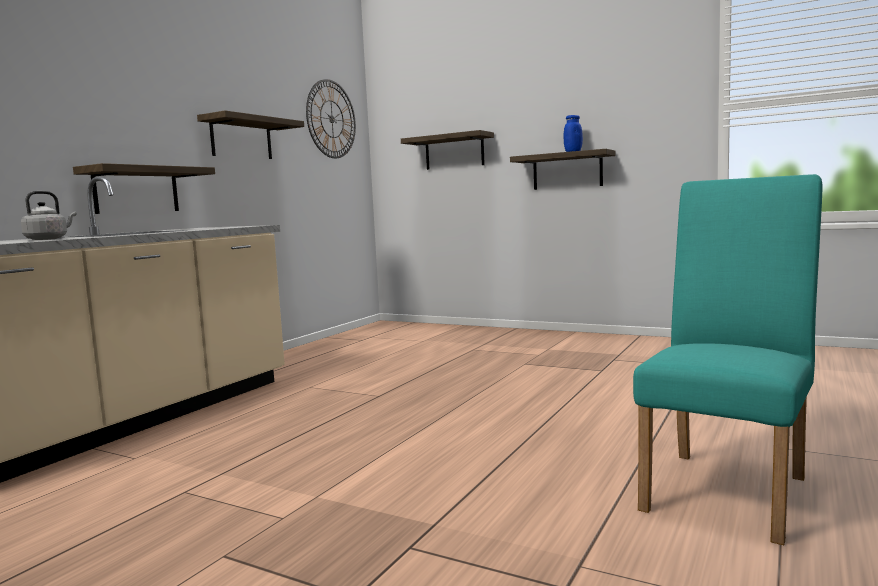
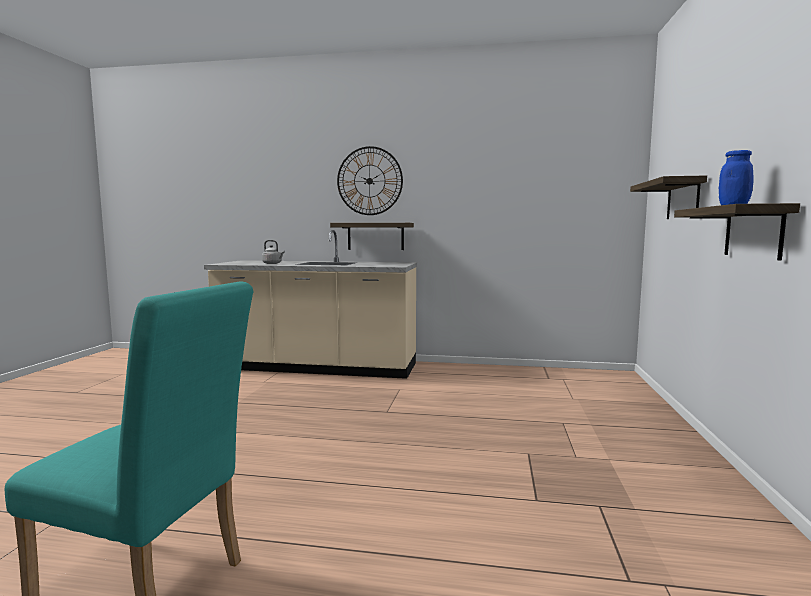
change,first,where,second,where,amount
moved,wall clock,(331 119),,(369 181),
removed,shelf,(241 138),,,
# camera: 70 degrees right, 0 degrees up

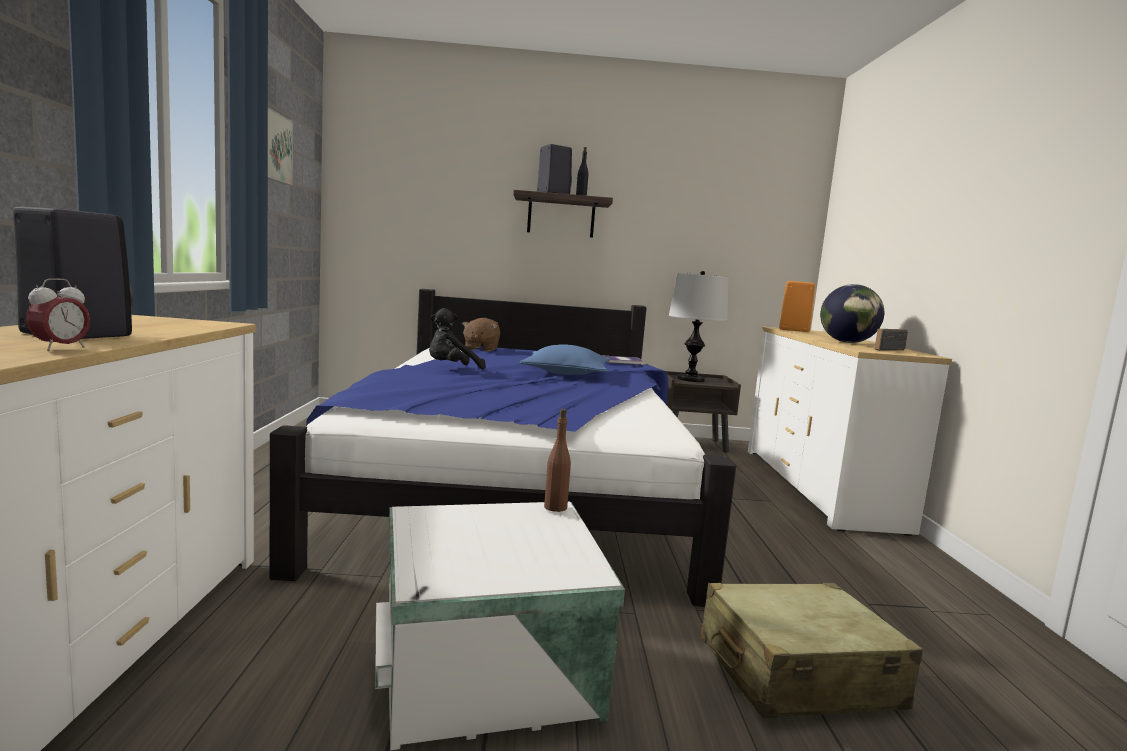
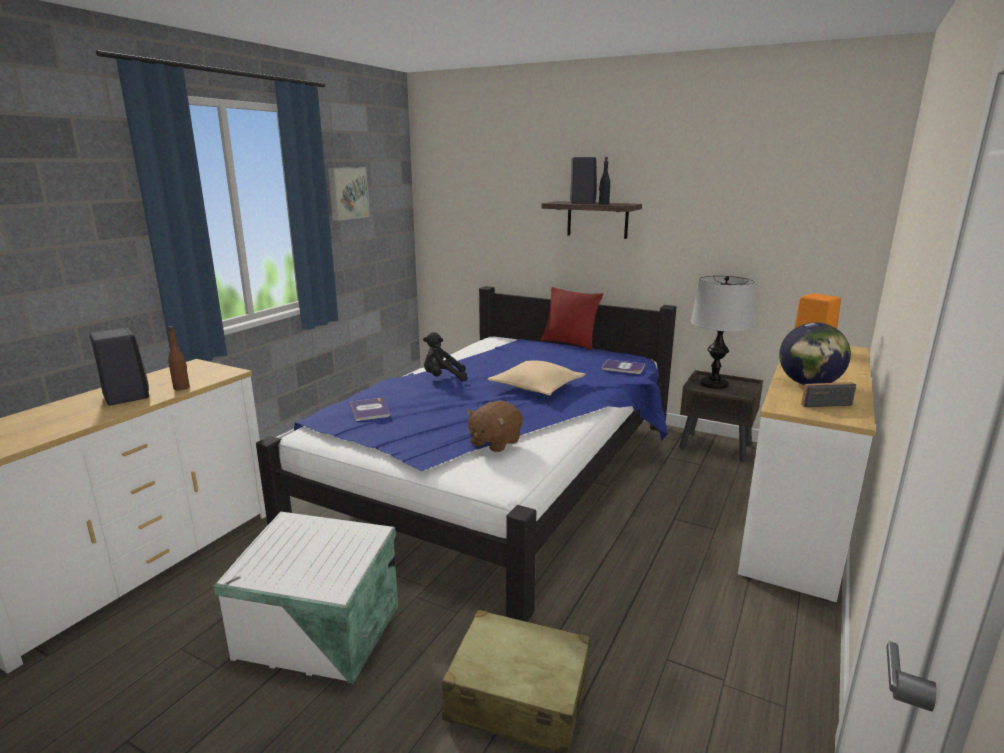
change,first,where,second,where,amount
removed,alarm clock,(60 348),,,
moved,brown plush toy,(480 349),,(494 442),
recoloured,blue pillow,(566 373),beige pillow,(536 387),
moved,brown bottle,(555 507),,(182 388),
added,,,red pillow,(569 343),
added,,,book,(369 410),
# camera: 30 degrees right, 10 degrees up

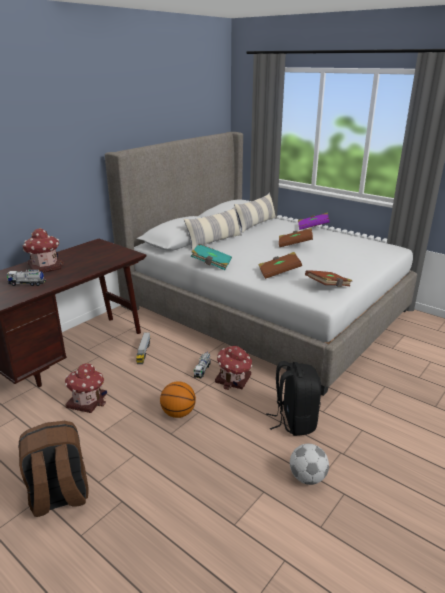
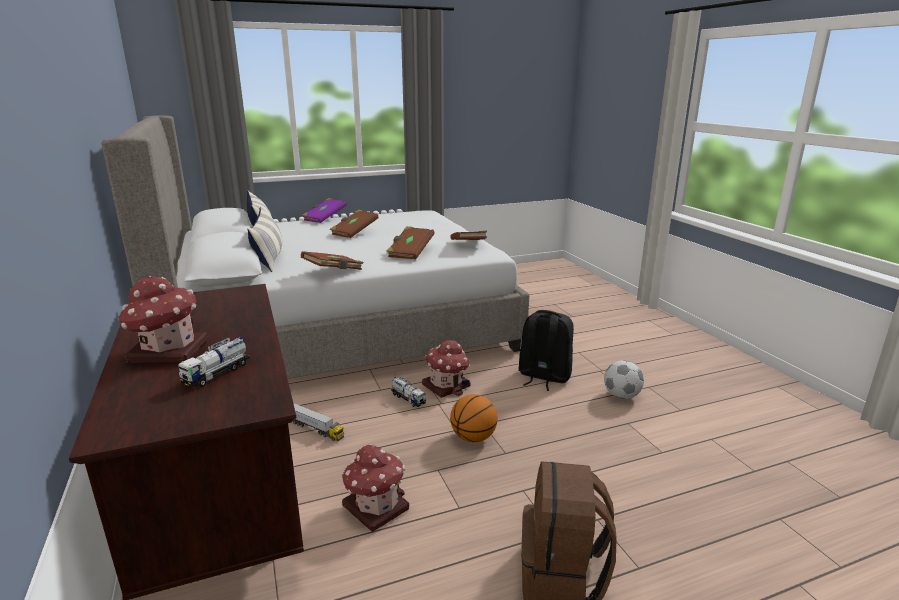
change,first,where,second,where,amount
recoloured,turquoise book,(211 264),brown book,(333 271),
# camera: 60 degrees left, 5 degrees down

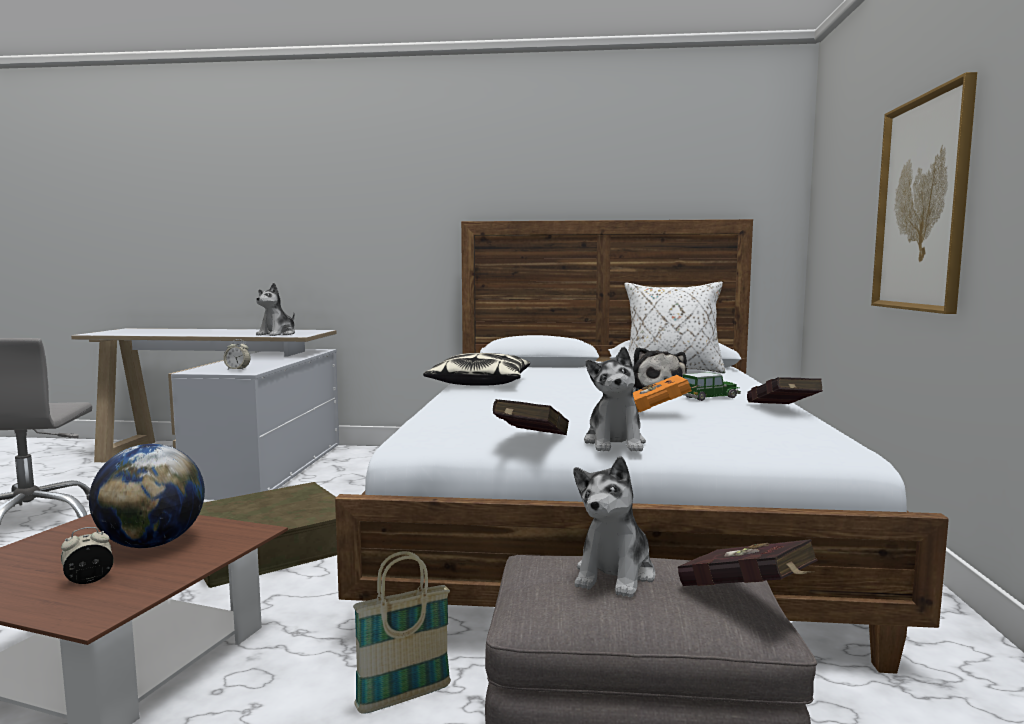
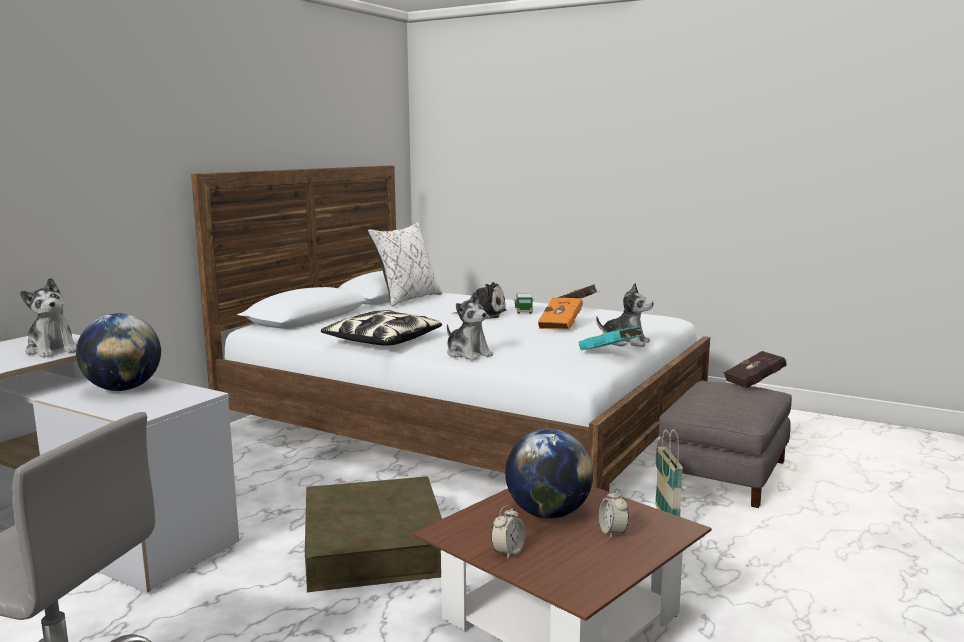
change,first,where,second,where,amount
removed,picture,(922 204),,,
moved,alarm clock,(237 369),,(508 552),
recoloured,red book,(529 441),turquoise book,(611 353),
moved,plush toy,(615 574),,(468 354),
added,,,globe,(123 389),
# camera: 65 degrees left, 5 degrees up

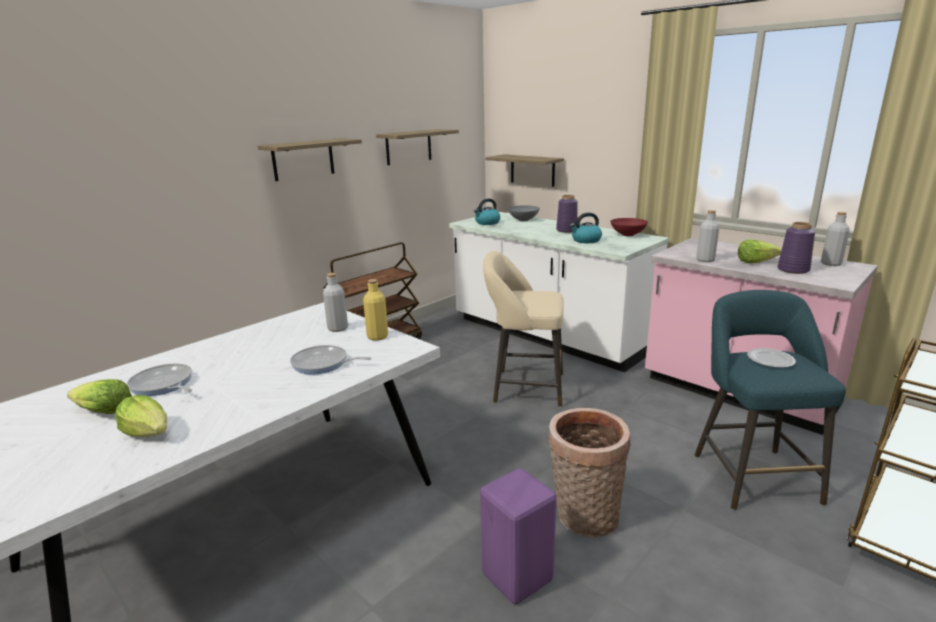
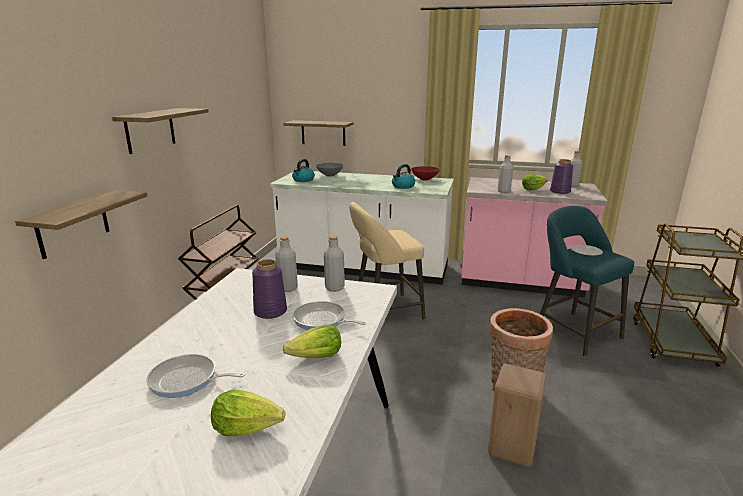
change,first,where,second,where,amount
moved,shelf,(408 147),,(73 224),
moved,purple vase,(567 230),,(270 311),
recoloured,yellow bottle,(377 337),grey bottle,(334 288),
turned,frying pan,(323 364),,(322 320),45 degrees clockwise
moved,lettuce,(103 411),,(316 357),
recoloured,purple stool,(519 577),beige stool,(513 448),
# camera: 30 degrees left, 0 degrees up

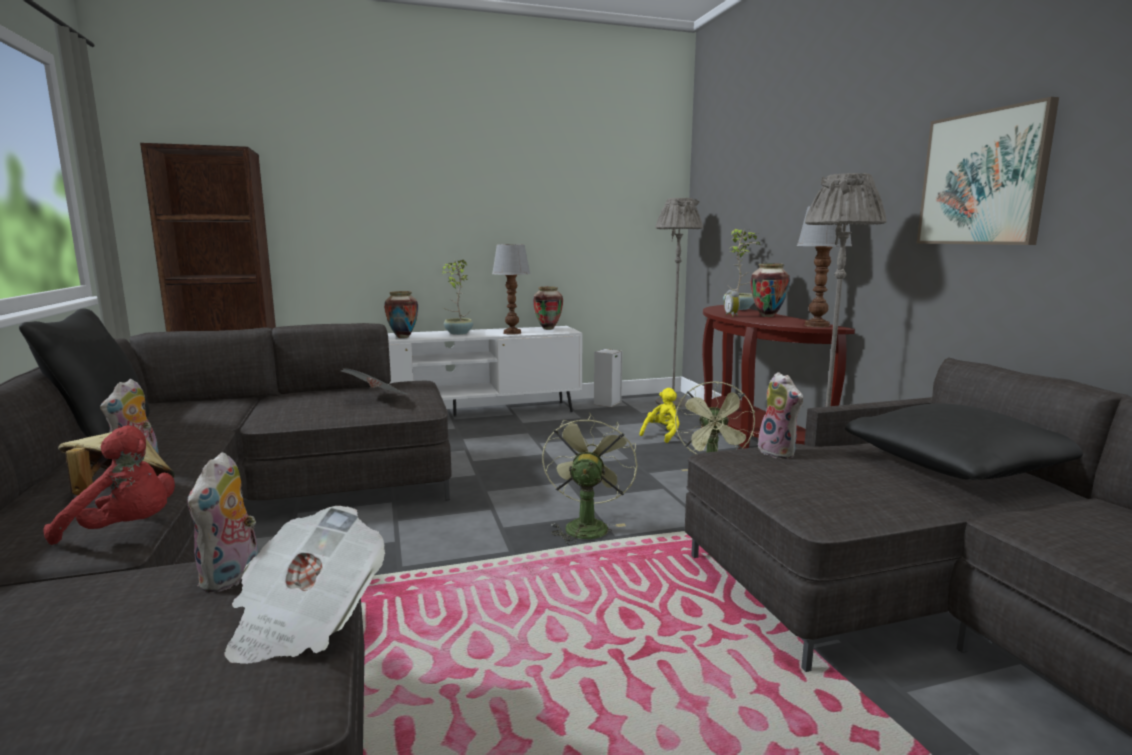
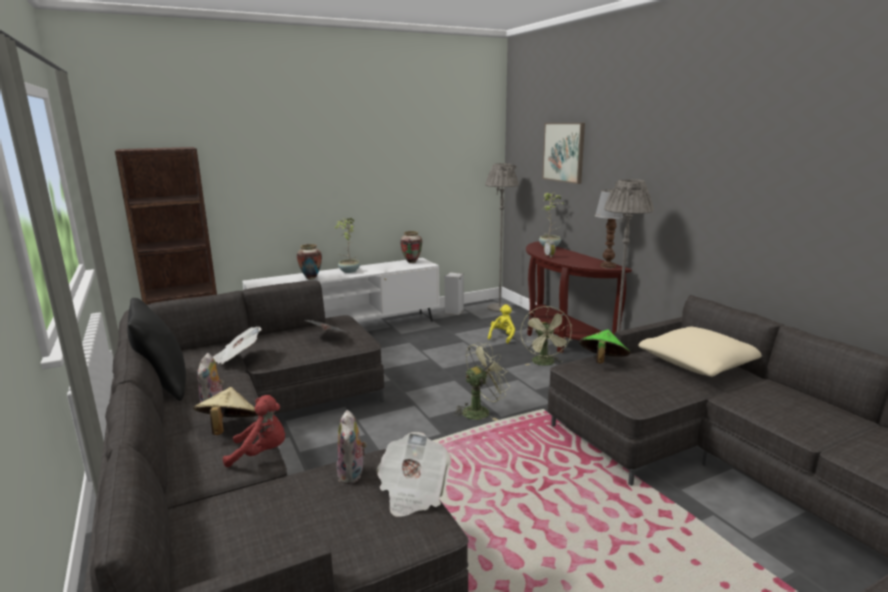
change,first,where,second,where,amount
moved,picture,(983 178),,(564 152),
removed,table lamp,(512 333),,,
removed,vase,(767 316),,,
replaced,plush toy,(779 452),green hat,(602 362),
recoloured,black pillow,(955 467),beige pillow,(698 364),
turned,green fan,(586 525),,(480 411),60 degrees clockwise
added,,,newspaper,(237 357),
# camera: 10 degrees left, 5 degrees up

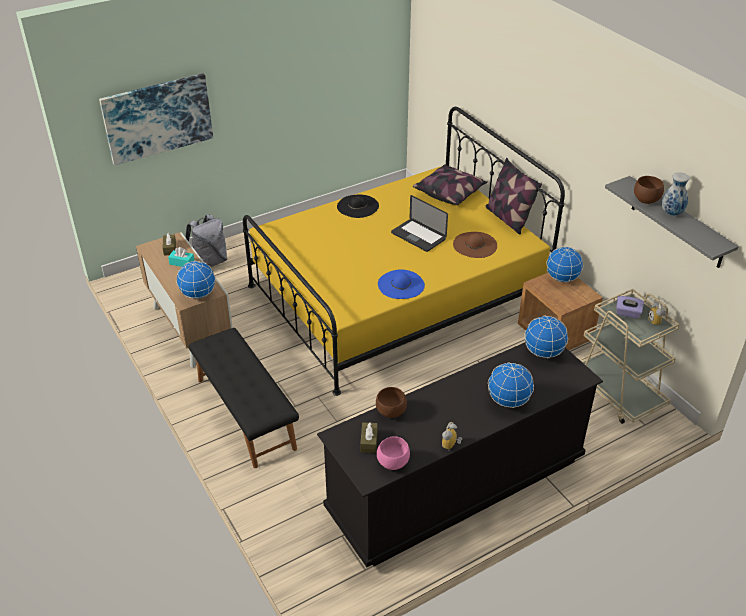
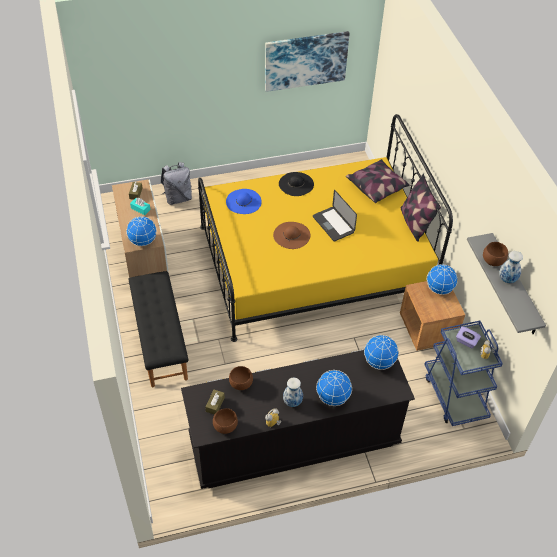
change,first,where,second,where,amount
moved,picture,(157 118),,(305 60),
moved,brown hat,(475 245),,(291 235),
moved,blue hat,(401 284),,(243 201),
recoloured,beige cart,(617 393),blue cart,(454 395),
recoloured,pink bowl,(392 462),brown bowl,(225 426),
added,,,vase,(292 402),
# camera: 15 degrees right, 10 degrees up

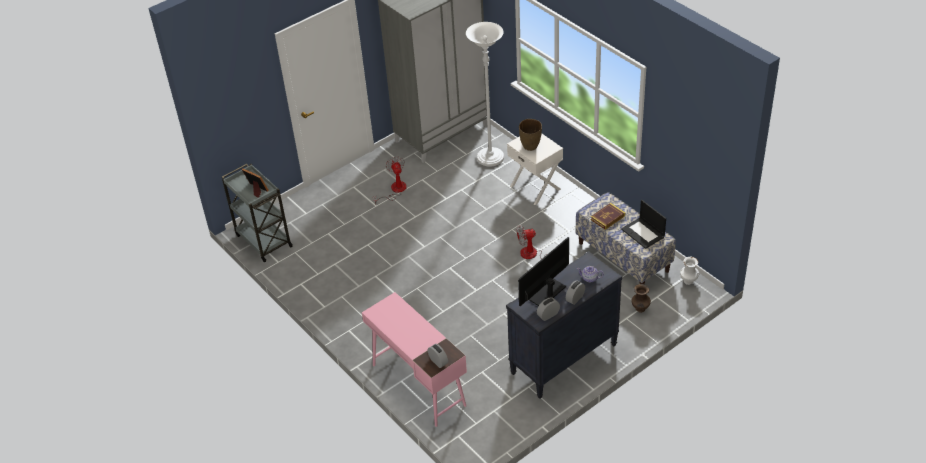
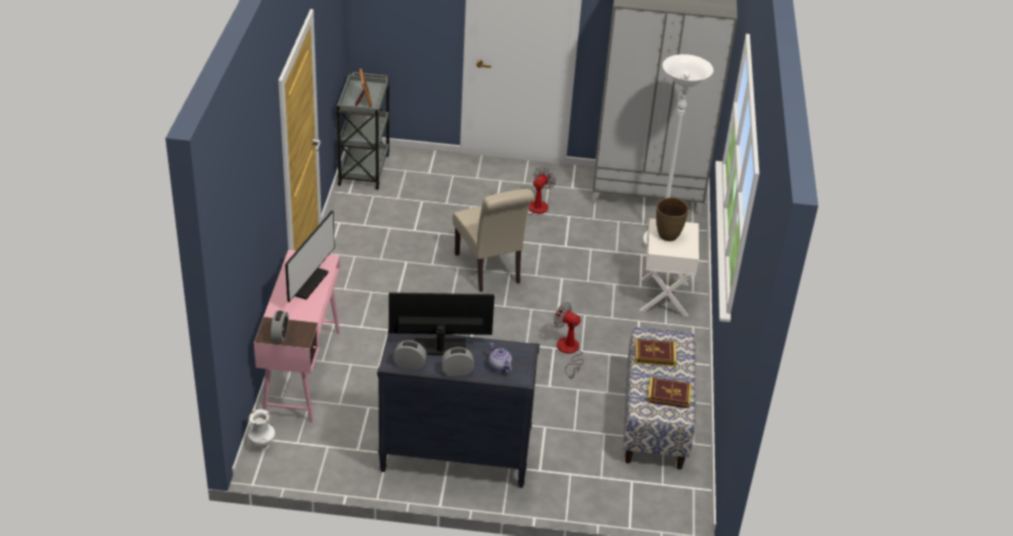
change,first,where,second,where,amount
replaced,laptop,(643 233),book,(669 395),
moved,white vase,(689 281),,(262 446),
removed,brown vase,(640 309),,,
added,,,beige chair,(490 271),
added,,,monitor,(307 282),
# camera: 40 degrees right, 5 degrees down

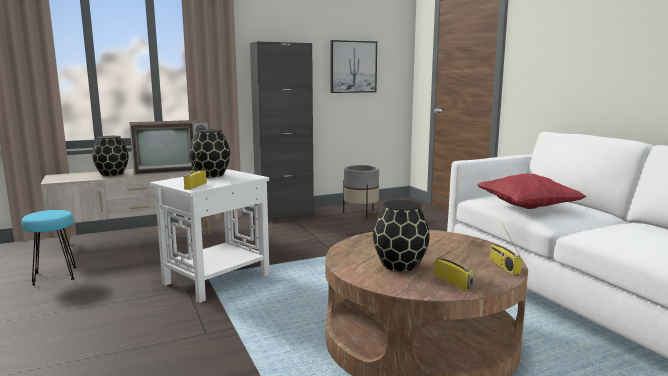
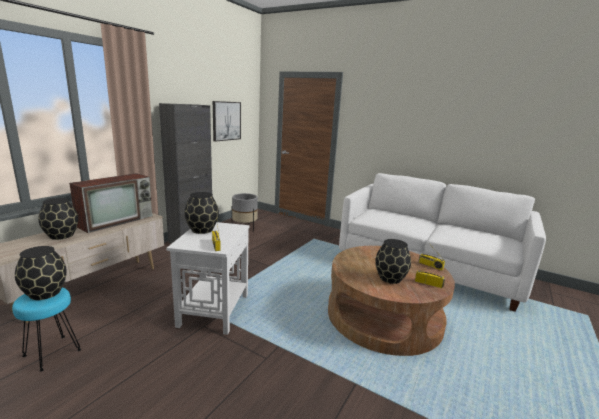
change,first,where,second,where,amount
removed,red pillow,(527 207),,,
added,,,black vase,(46 293),
# camera: 35 degrees left, 5 degrees up

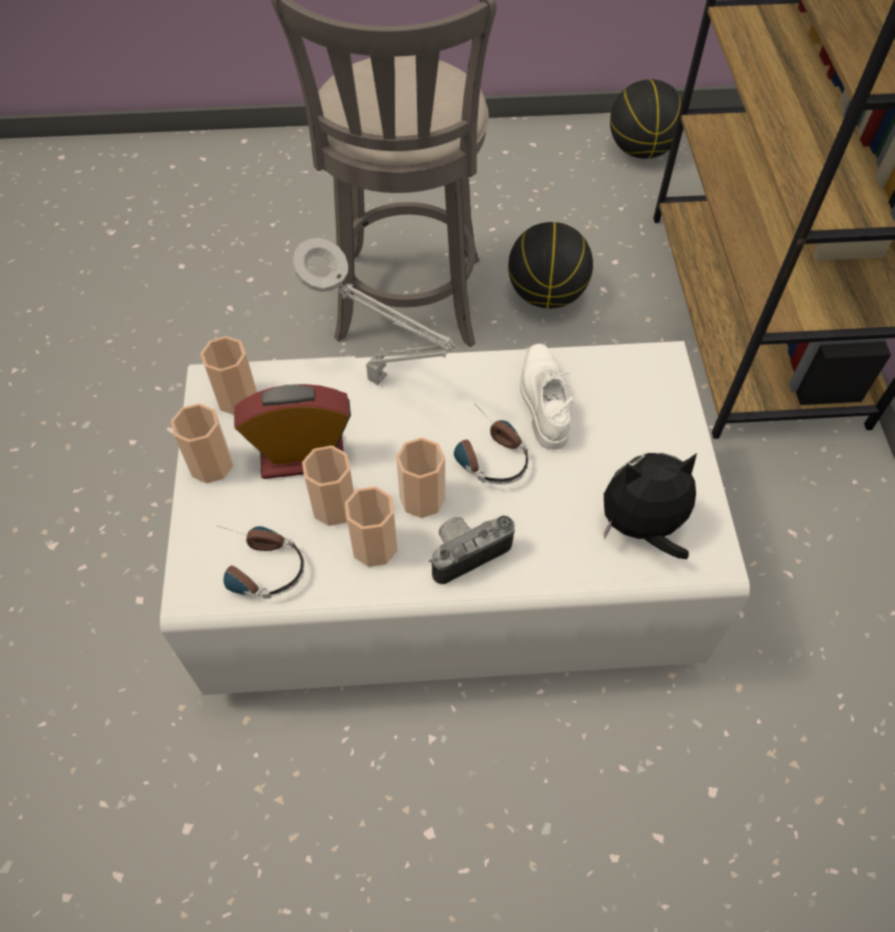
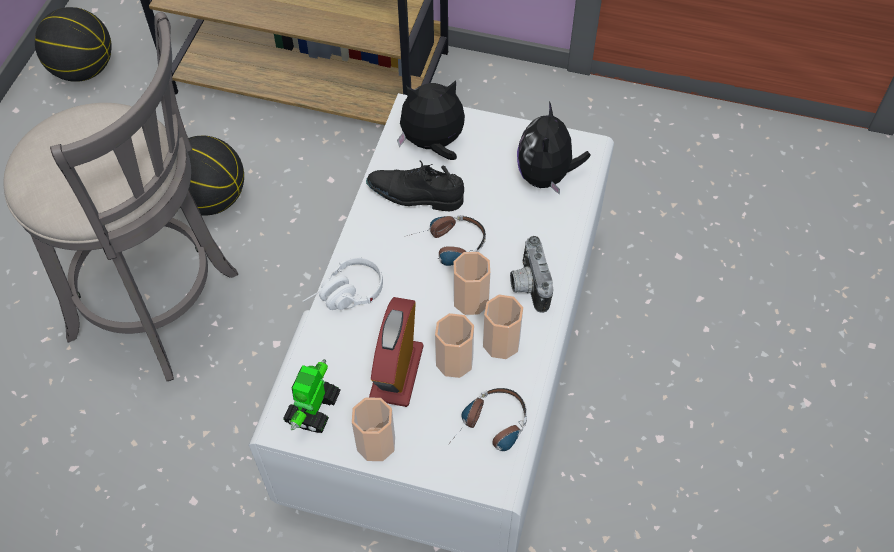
change,first,where,second,where,amount
replaced,grey table lamp,(382 381),white headphones,(345 296),
replaced,cup,(237 398),toy robot,(312 409),
recoloured,white shoe,(543 401),black shoe,(415 195),
added,,,plush toy,(433 144),
# camera: 70 degrees left, 0 degrees up

